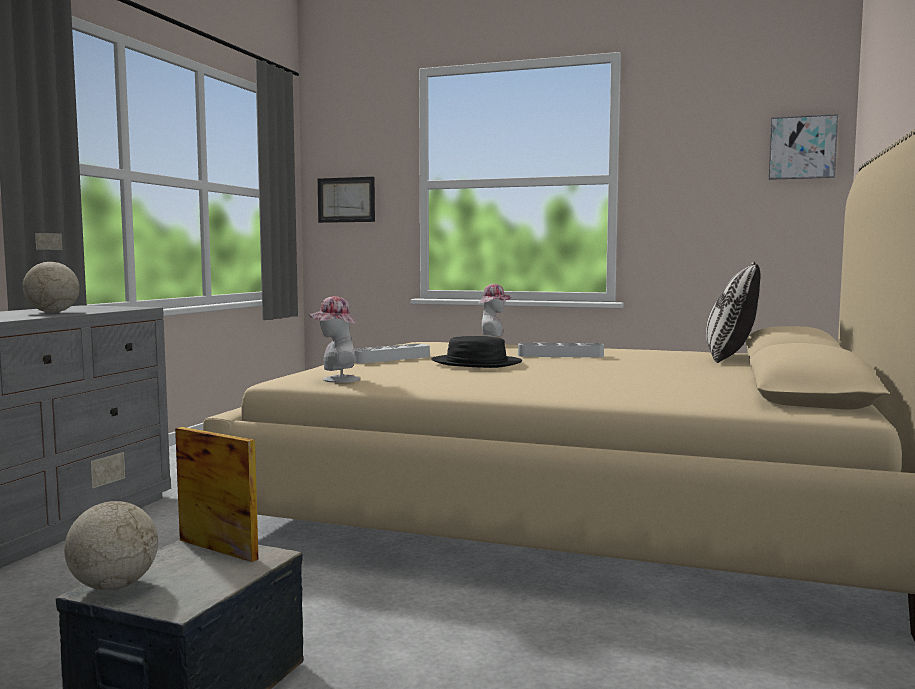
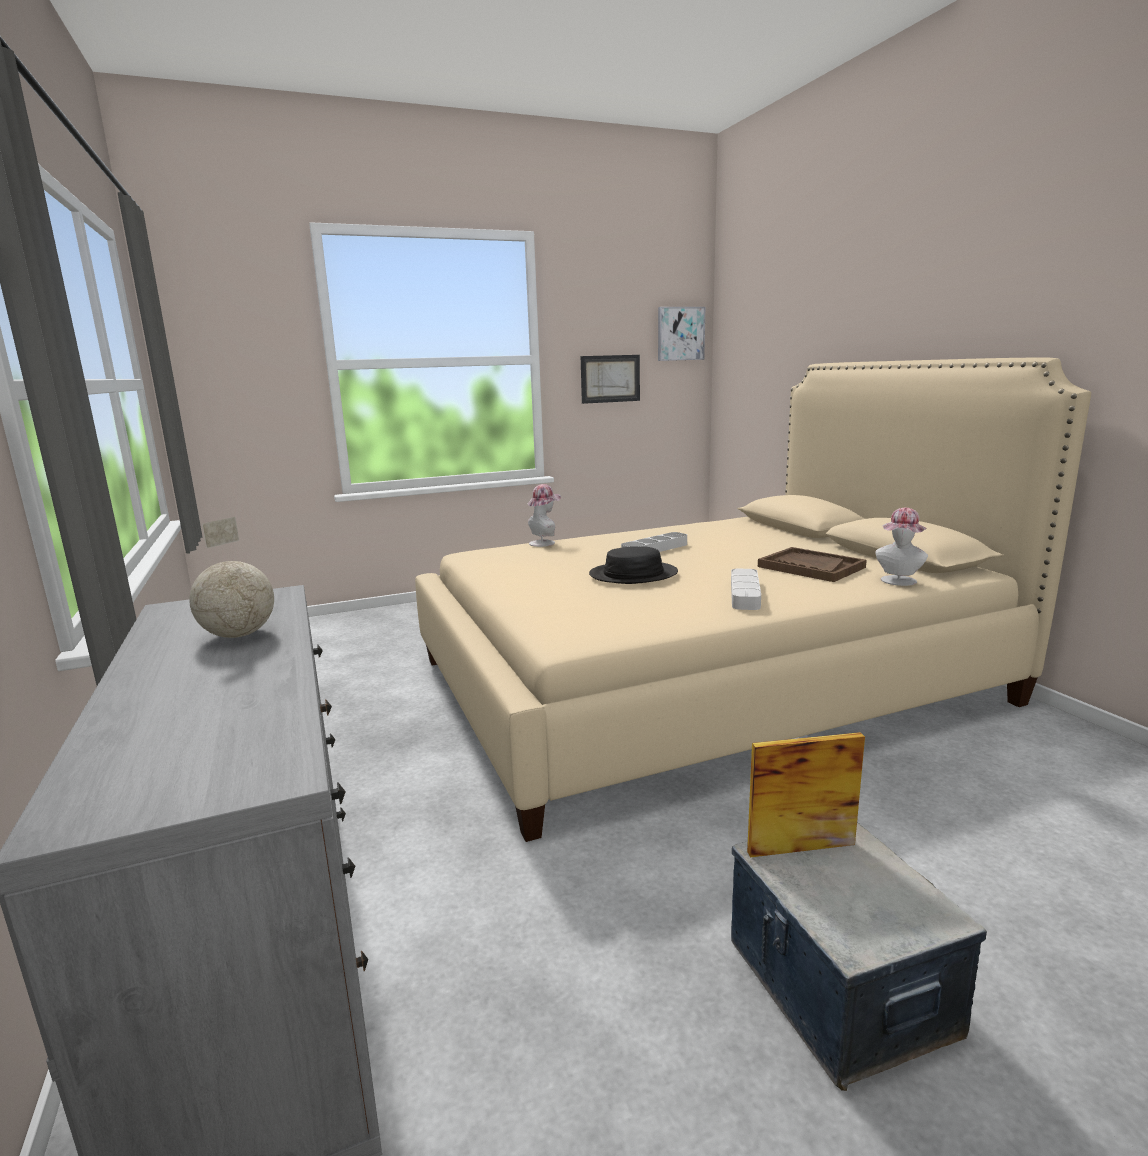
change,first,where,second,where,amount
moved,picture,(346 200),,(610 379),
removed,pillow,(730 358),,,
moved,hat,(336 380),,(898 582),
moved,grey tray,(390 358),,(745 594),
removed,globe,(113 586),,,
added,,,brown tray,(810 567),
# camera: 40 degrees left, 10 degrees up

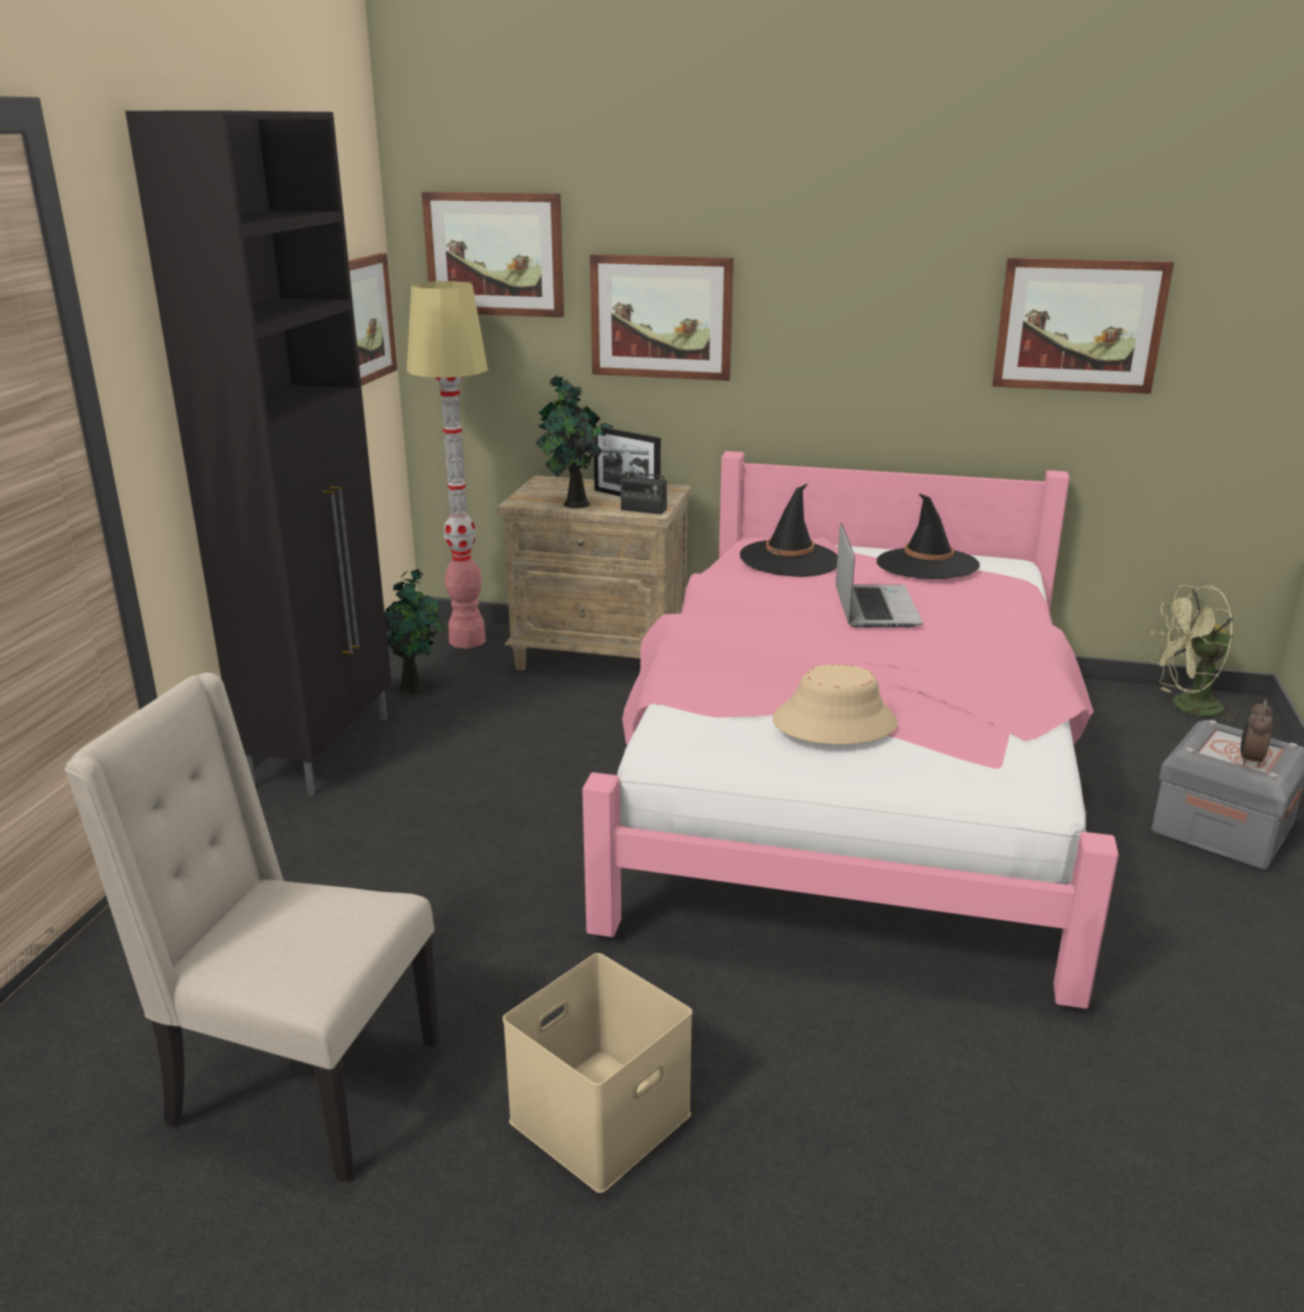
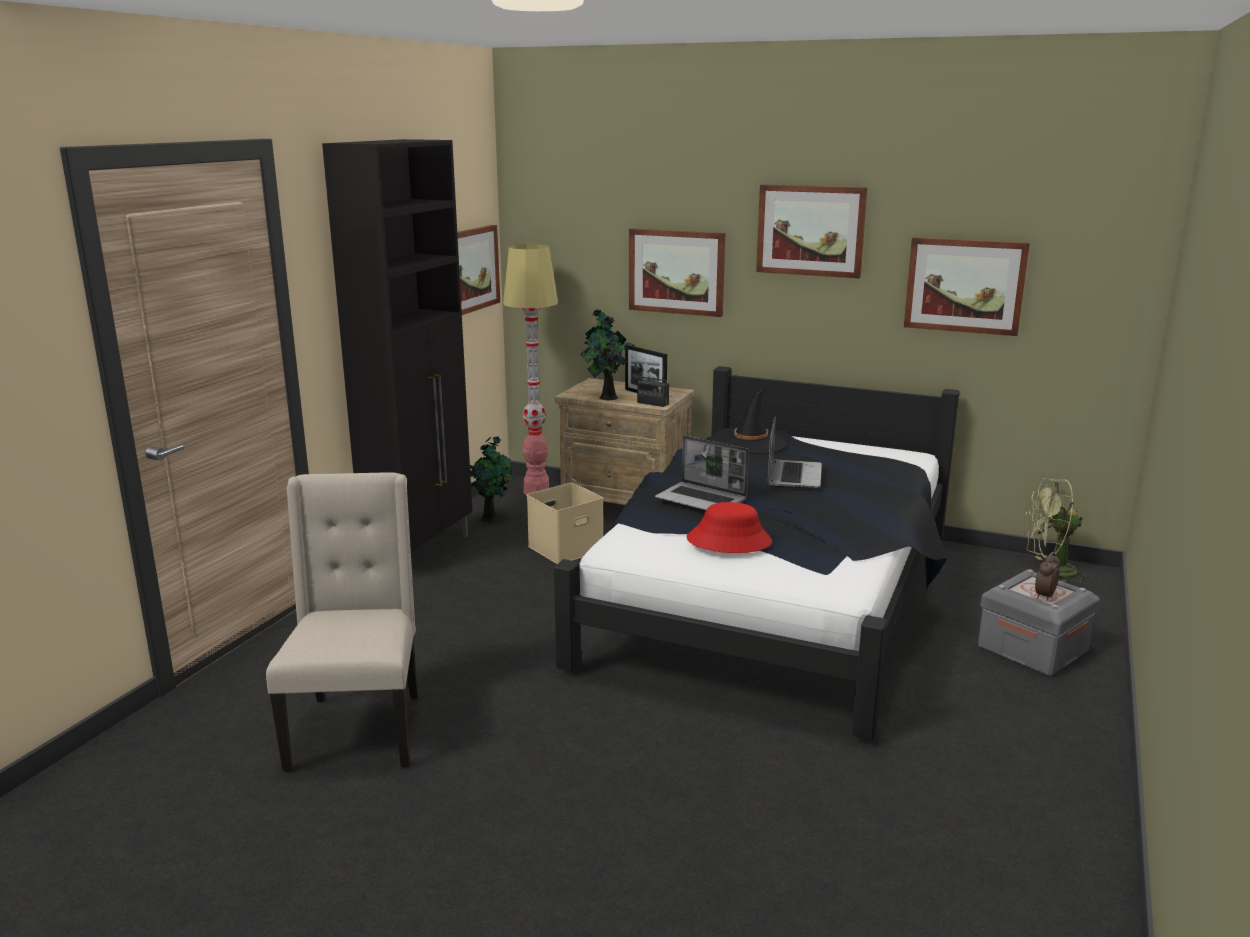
change,first,where,second,where,amount
moved,picture,(495 254),,(810 230),
recoloured,pink bed,(852 785),black bed,(772 600),
removed,black hat,(927 564),,,
recoloured,beige hat,(834 722),red hat,(729 541),
turned,beige chair,(299 1084),,(358 730),60 degrees clockwise
moved,beige storage box,(600 1114),,(566 547),
added,,,laptop,(702 500),
# camera: 10 degrees right, 5 degrees down

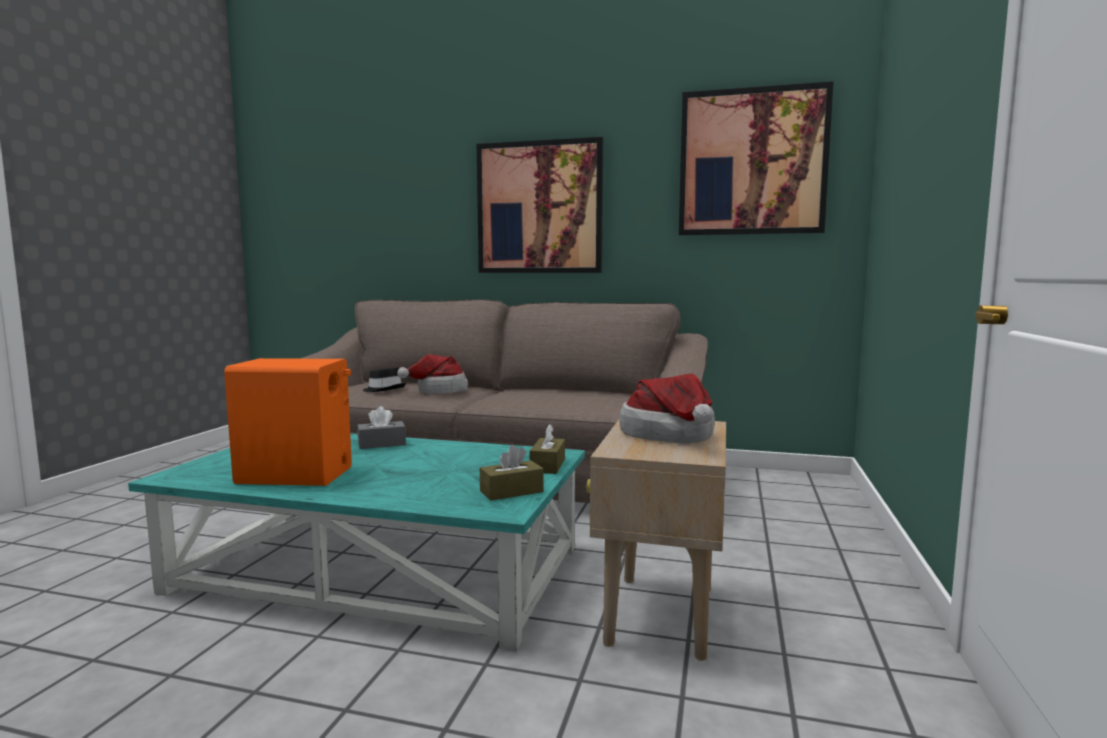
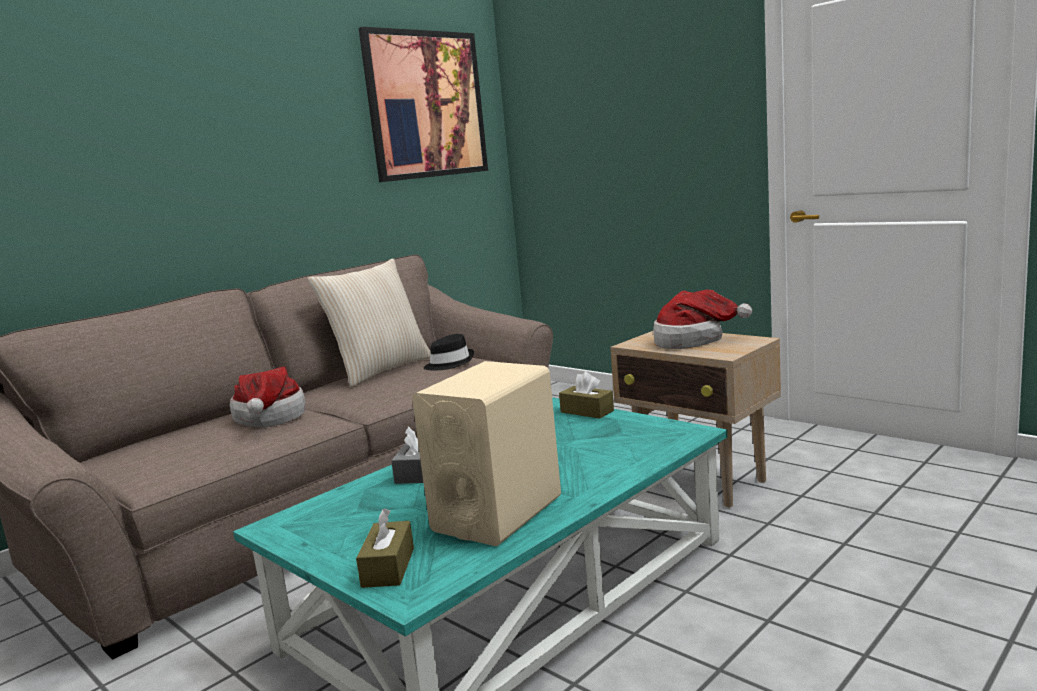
change,first,where,second,where,amount
removed,picture,(539 208),,,
recoloured,orange speaker,(296 475),beige speaker,(497 513),
moved,black hat,(384 389),,(449 363),
moved,brown tissue box,(511 491),,(388 567),
added,,,beige pillow,(380 370),
# camera: 60 degrees left, 5 degrees up

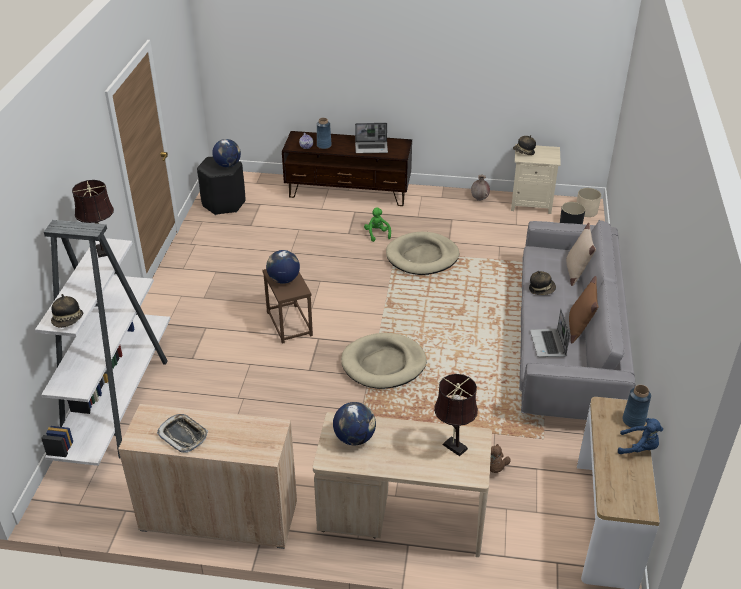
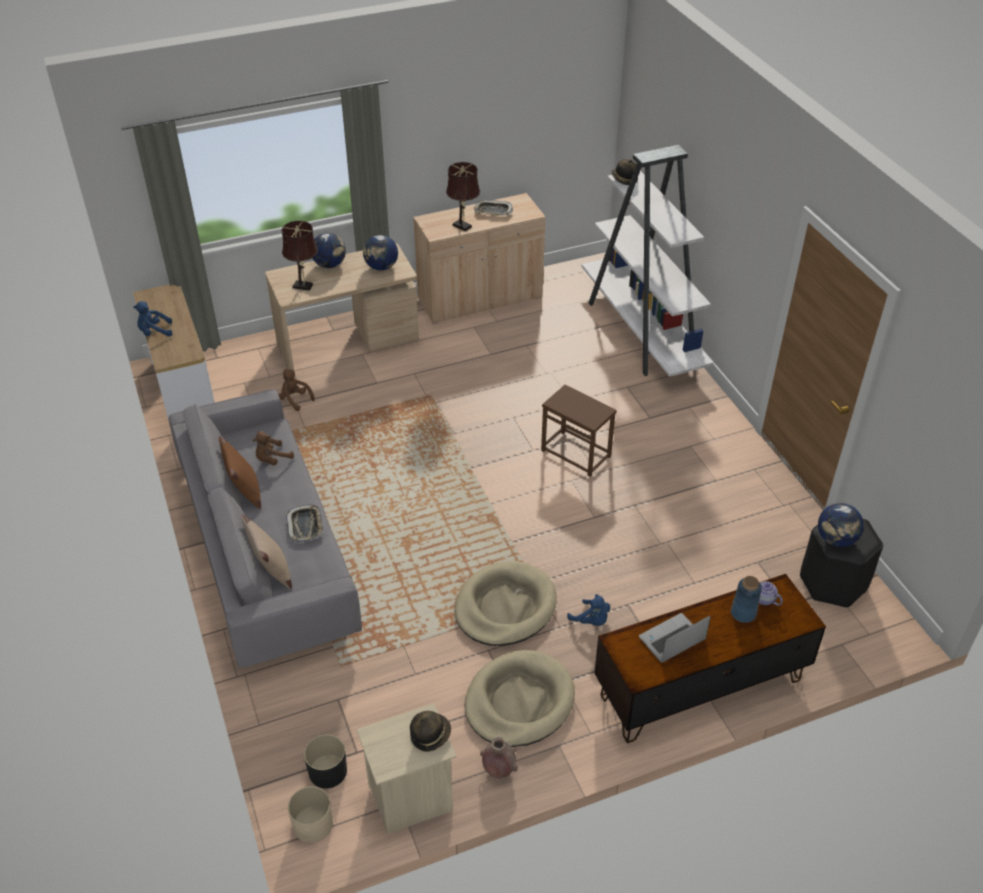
change,first,where,second,where,amount
moved,brown table lamp,(102 249),,(463 227),
recoloured,green plush toy,(377 234),blue plush toy,(591 621),
moved,globe,(283 280),,(330 265),
replaced,hat,(541 289),tray,(305 526),
replaced,laptop,(548 344),brown plush toy,(272 459),
moved,beige dog bed,(383 364),,(519 701),
removed,blue vase,(633 420),,,
# camera: 150 degrees right, 5 degrees up

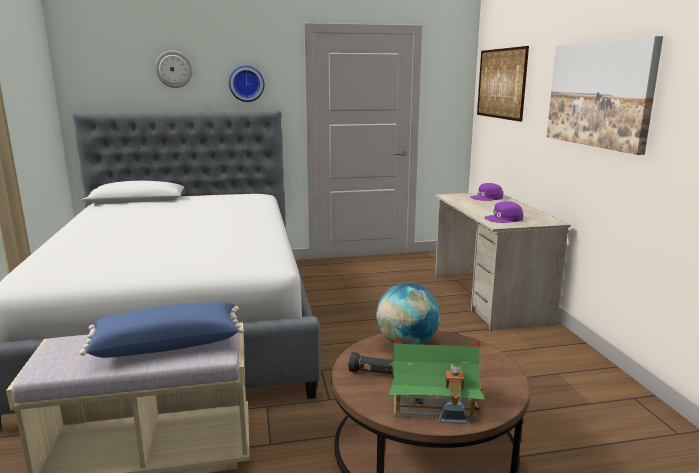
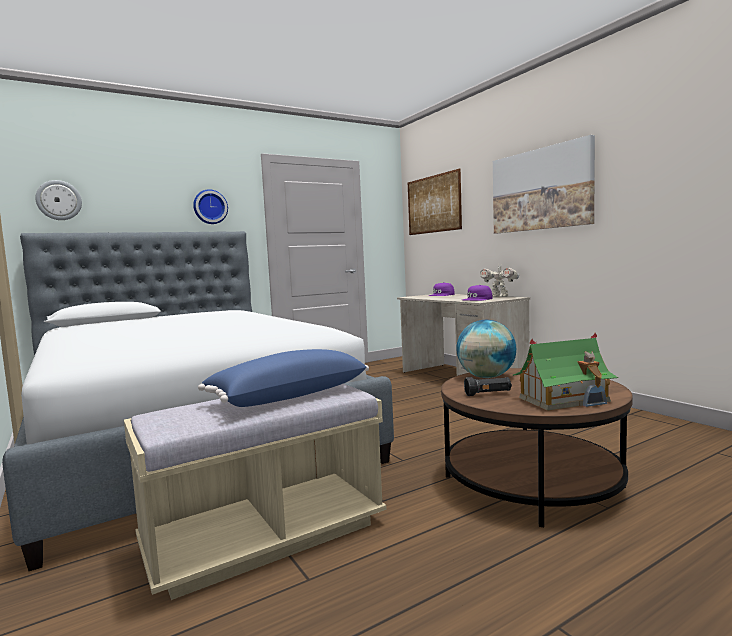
change,first,where,second,where,amount
moved,wall clock,(174 69),,(59 200),
added,,,toy robot,(499 296),
# camera: 20 degrees left, 10 degrees down

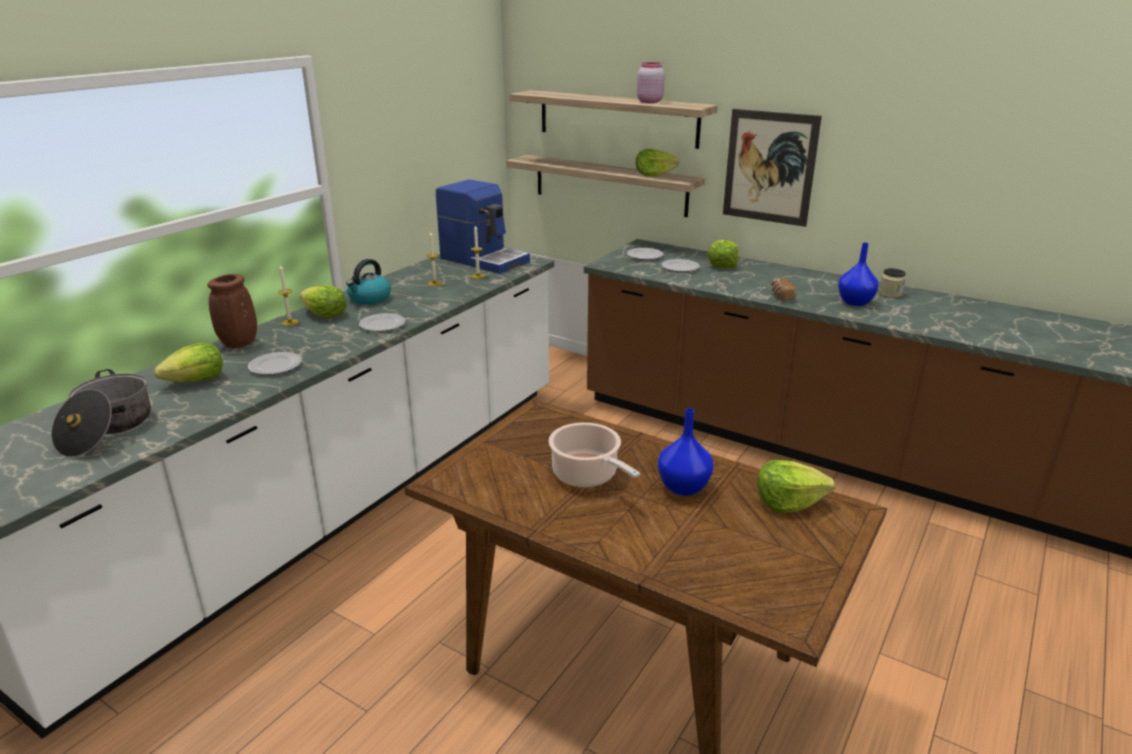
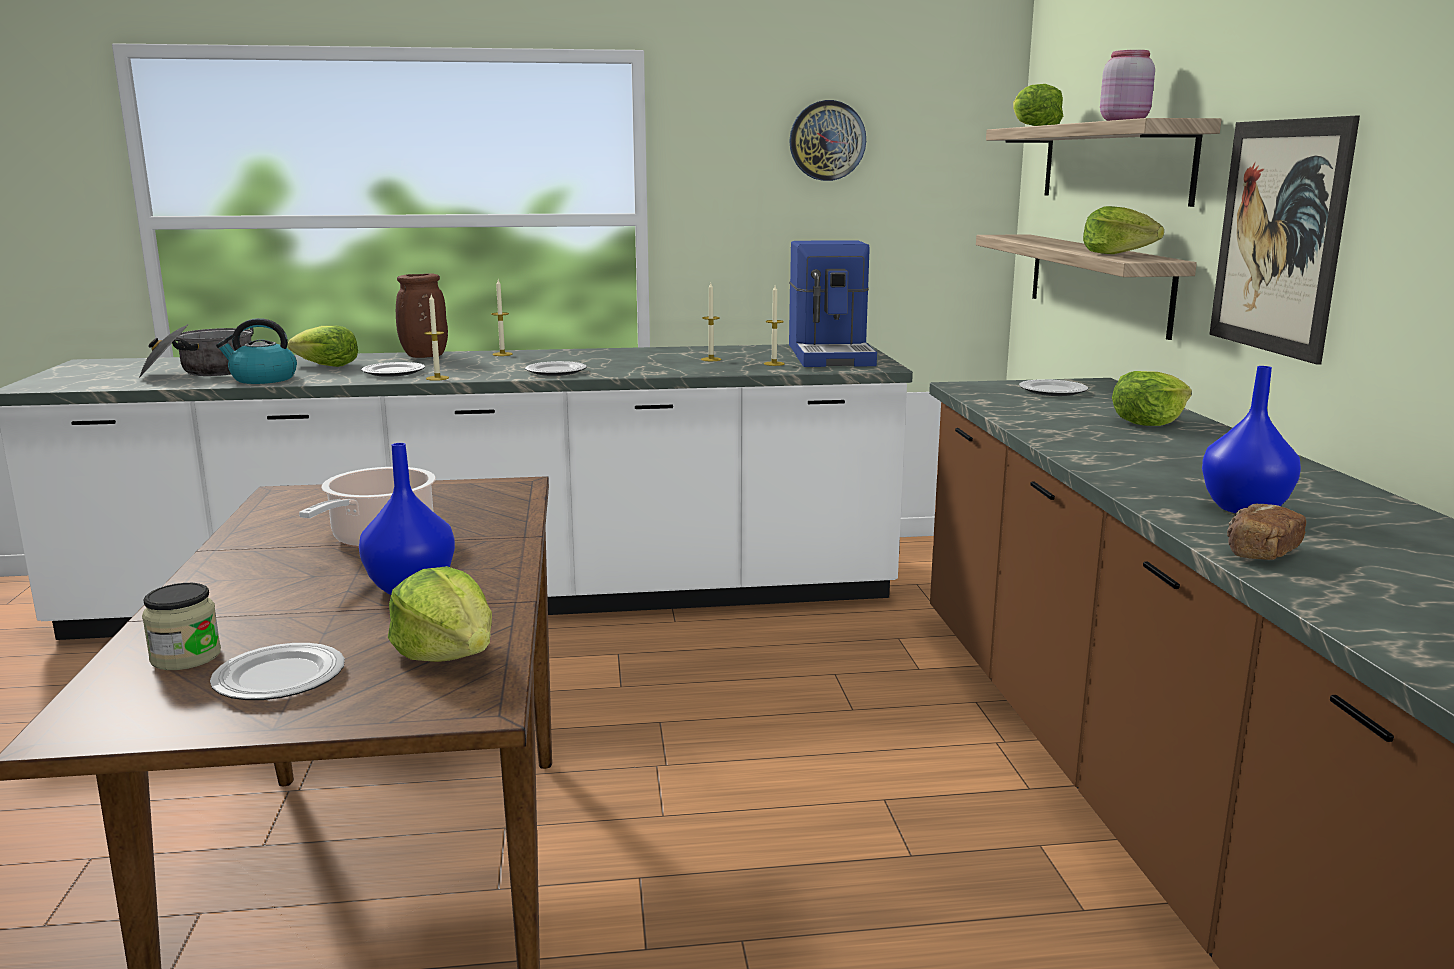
change,first,where,second,where,amount
moved,kettle,(369 299),,(262 379),
moved,plate,(680 268),,(279 679),
moved,jar,(890 294),,(186 657),
moved,bread,(781 297),,(1260 552),
moved,lettuce,(324 315),,(1033 127),
added,,,wall clock,(827 140),
added,,,candle,(437 378),
# camera: 50 degrees right, 10 degrees down

